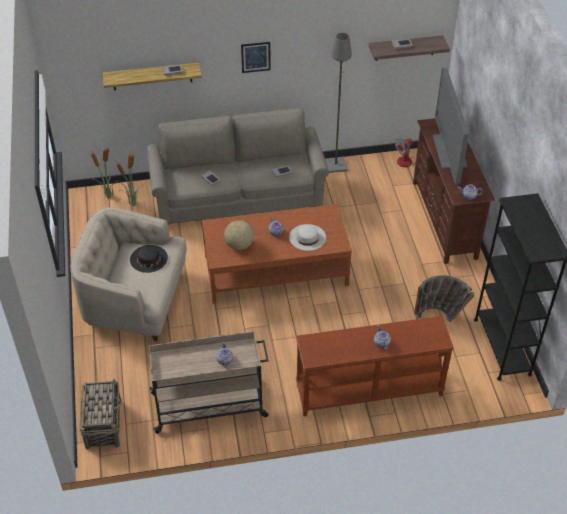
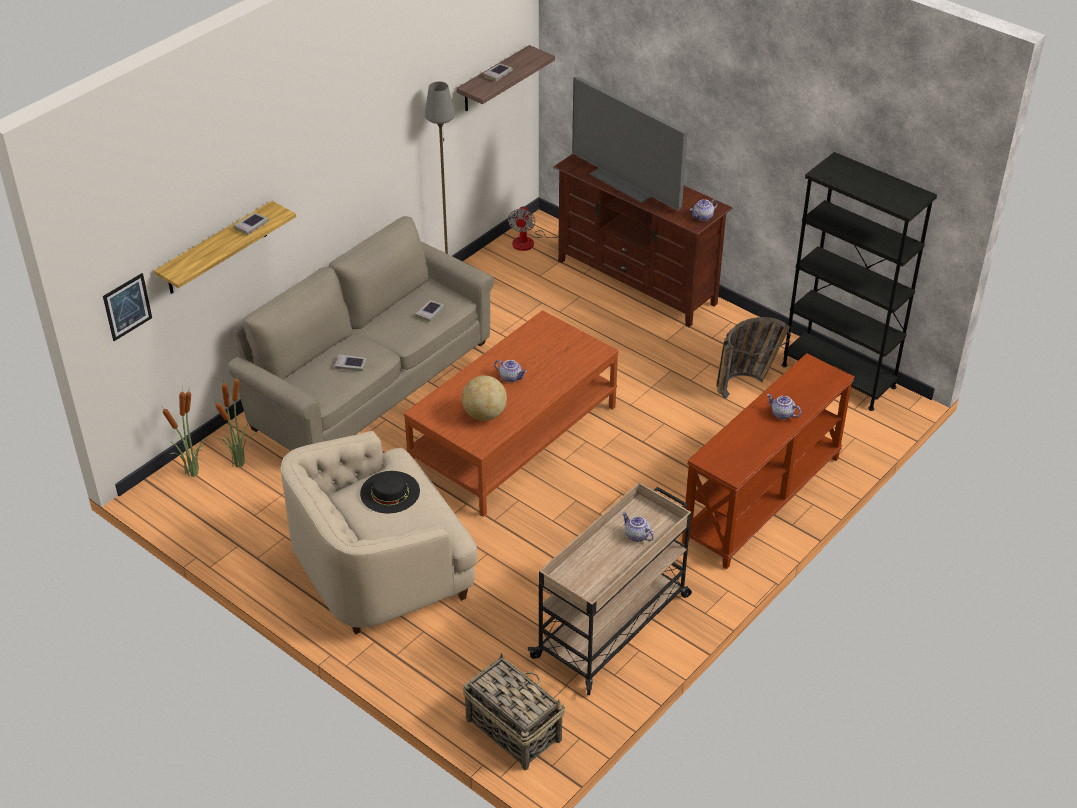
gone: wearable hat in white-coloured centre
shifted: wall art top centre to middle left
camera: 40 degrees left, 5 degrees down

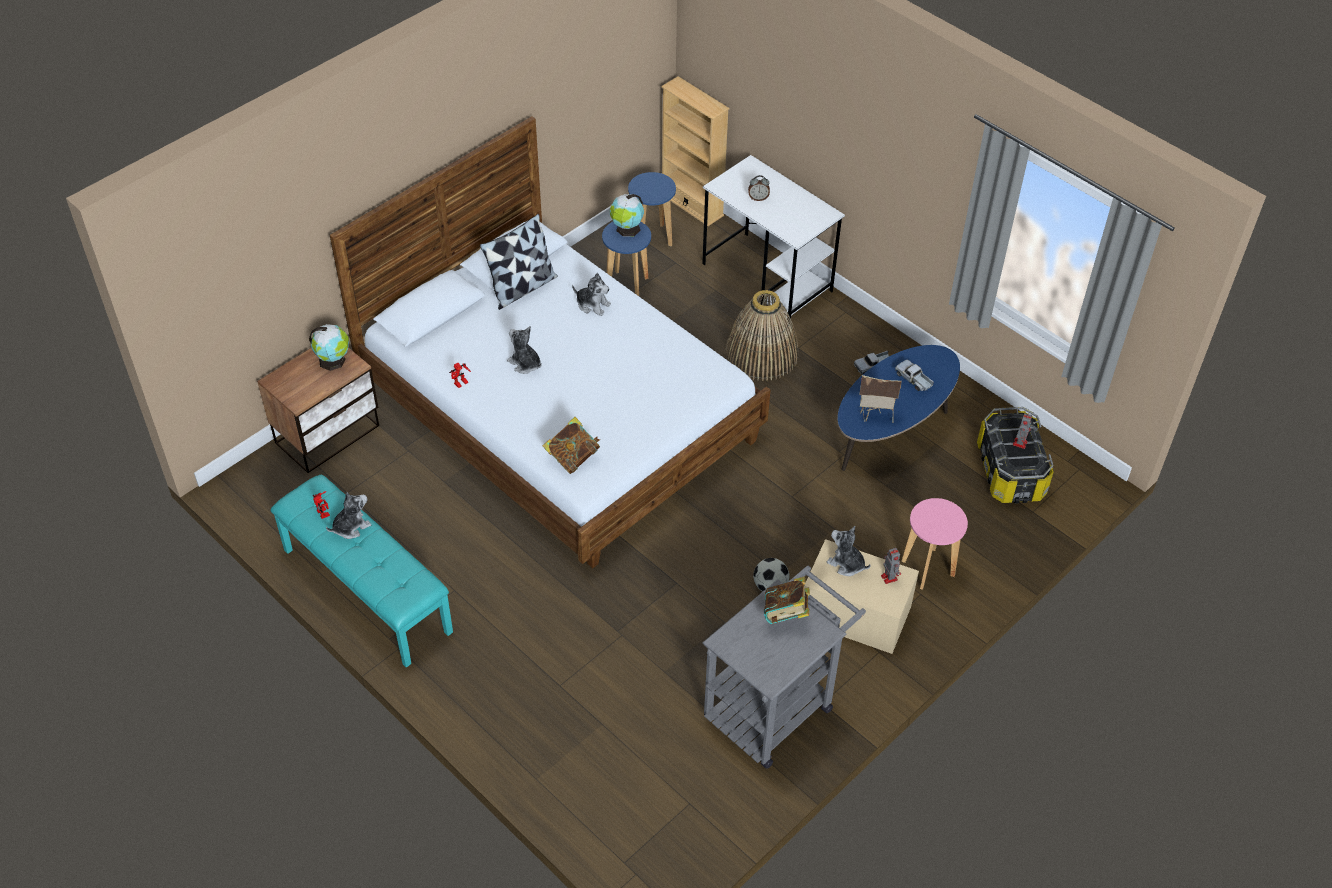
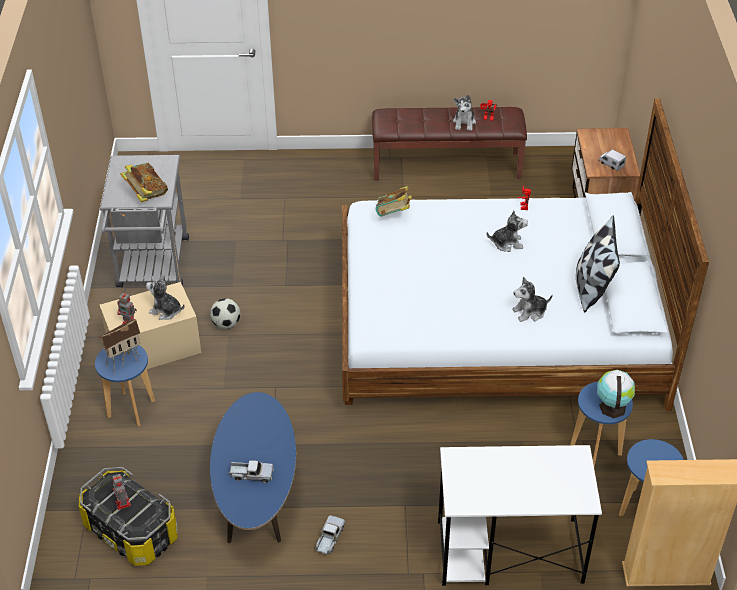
gone: household basket centre; table clock top centre
shifted: toy house centre to middle left
swapped: desk globe (no. 1 from left) middle left to toy truck (no. 3 from left) top right
repainted: bench in blue-green middle left to bench in brownish top centre; sitting stool in pink middle right to sitting stool in blue-coloured (no. 1 from left) middle left
rotated: plush toy (no. 4 from left in the first image) centre = middle left 150 degrees counterclockwise
camera: 135 degrees right, 5 degrees down

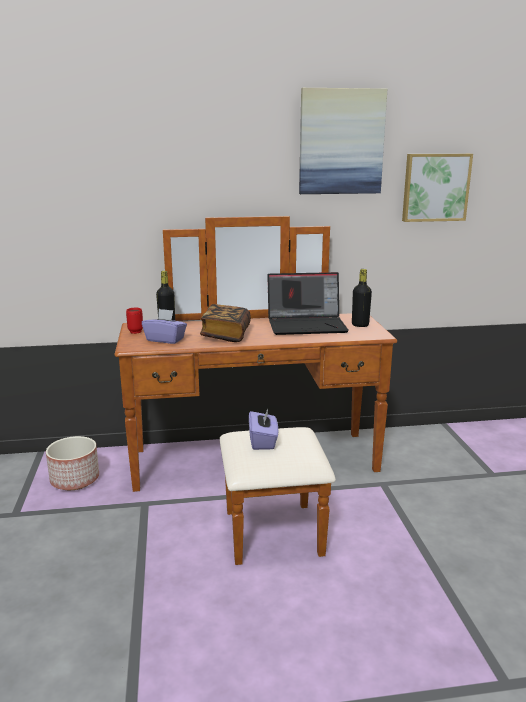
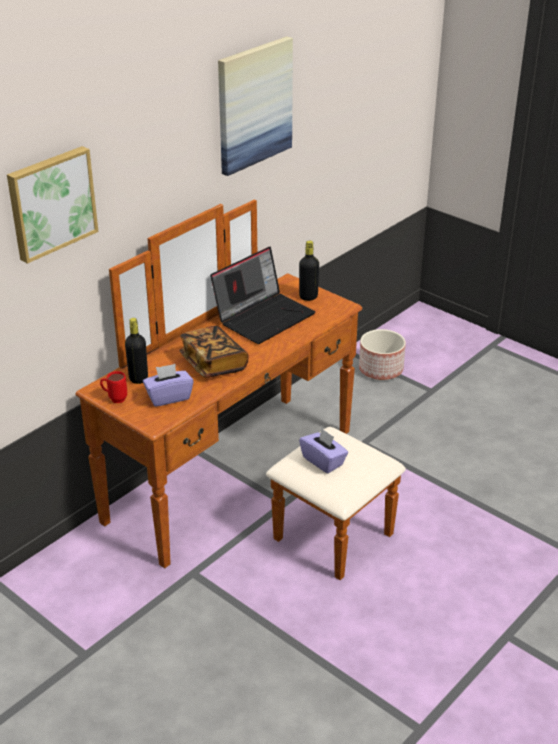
shifted: flower pot middle left to middle right; wall art (no. 2 from left in the first image) top right to wall art (no. 1 from left) top left
camera: 40 degrees left, 15 degrees up

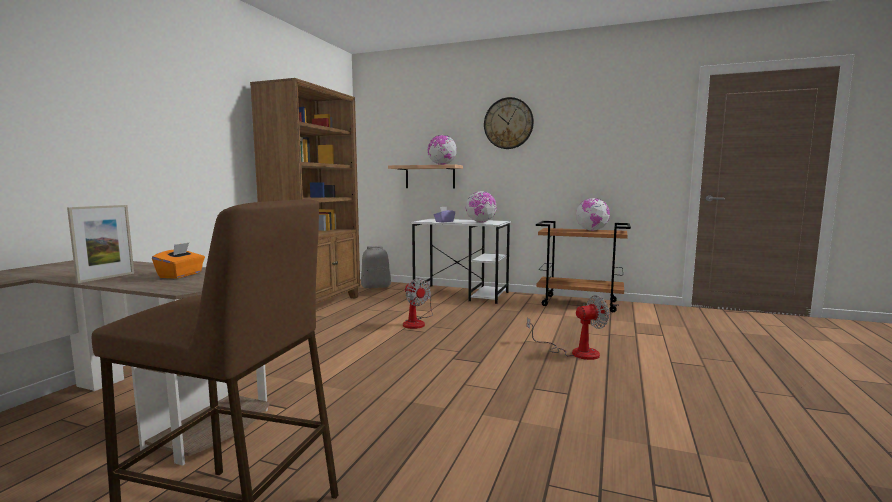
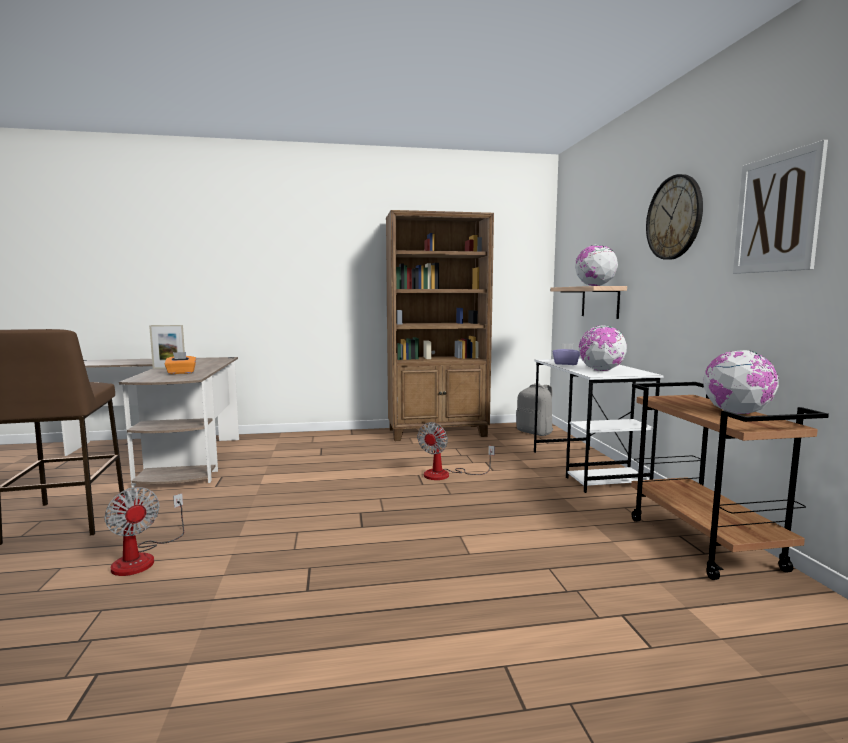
new: wall art top right
shifted: electric fan (no. 2 from left in the first image) centre to electric fan (no. 1 from left) bottom left
camera: 60 degrees right, 0 degrees up

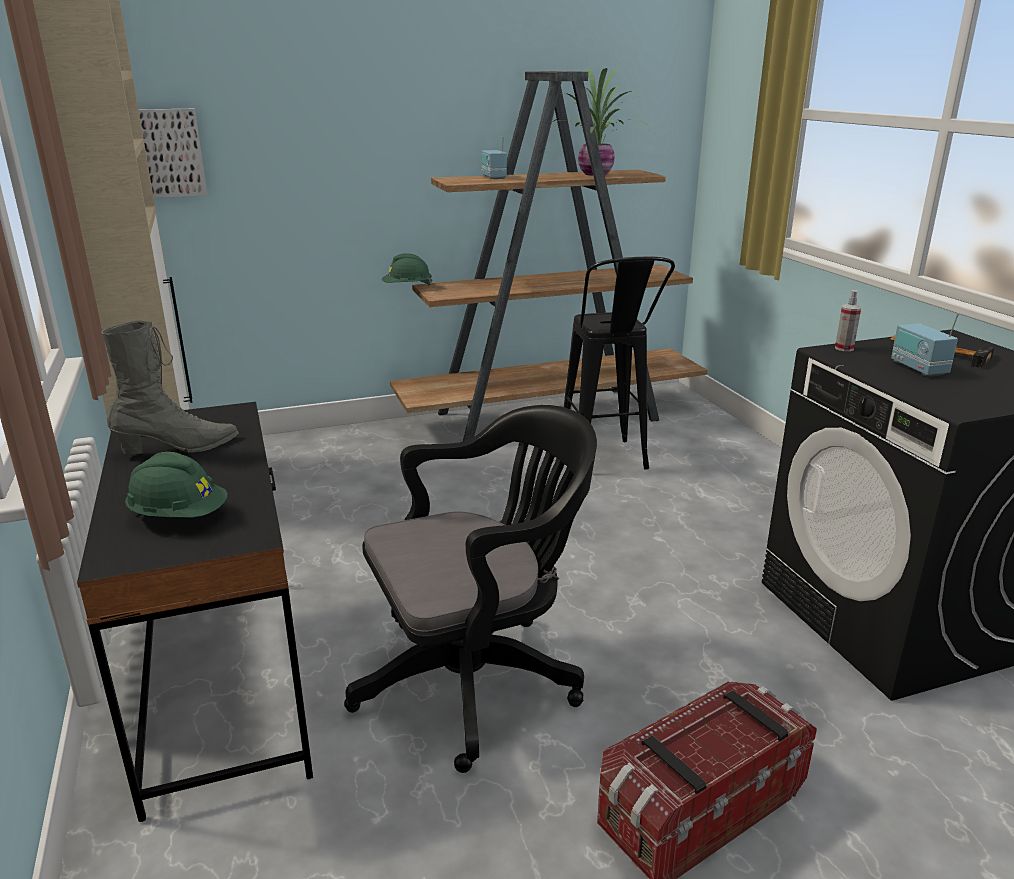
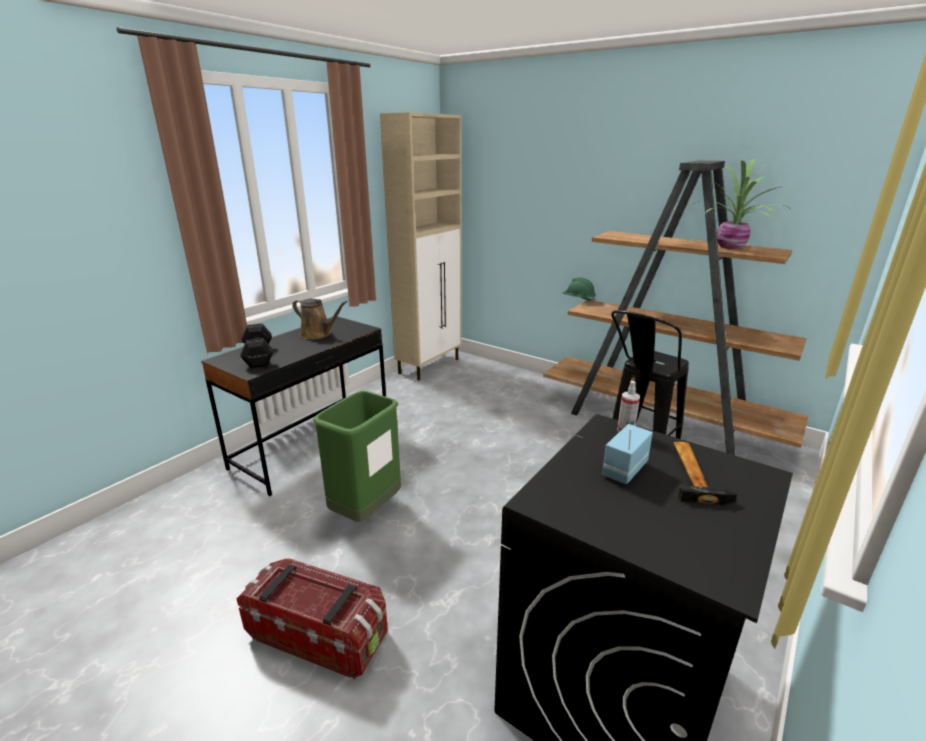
gone: wall art top left; radio receiver (no. 1 from left) top centre
swapped: tall boot in gray middle left to sprinkling can in brownish centre; hard hat in greenish (no. 1 from left) middle left to free weight in black middle left; desk chair in black bottom centre to trash can in greenish centre
camera: 55 degrees right, 0 degrees up

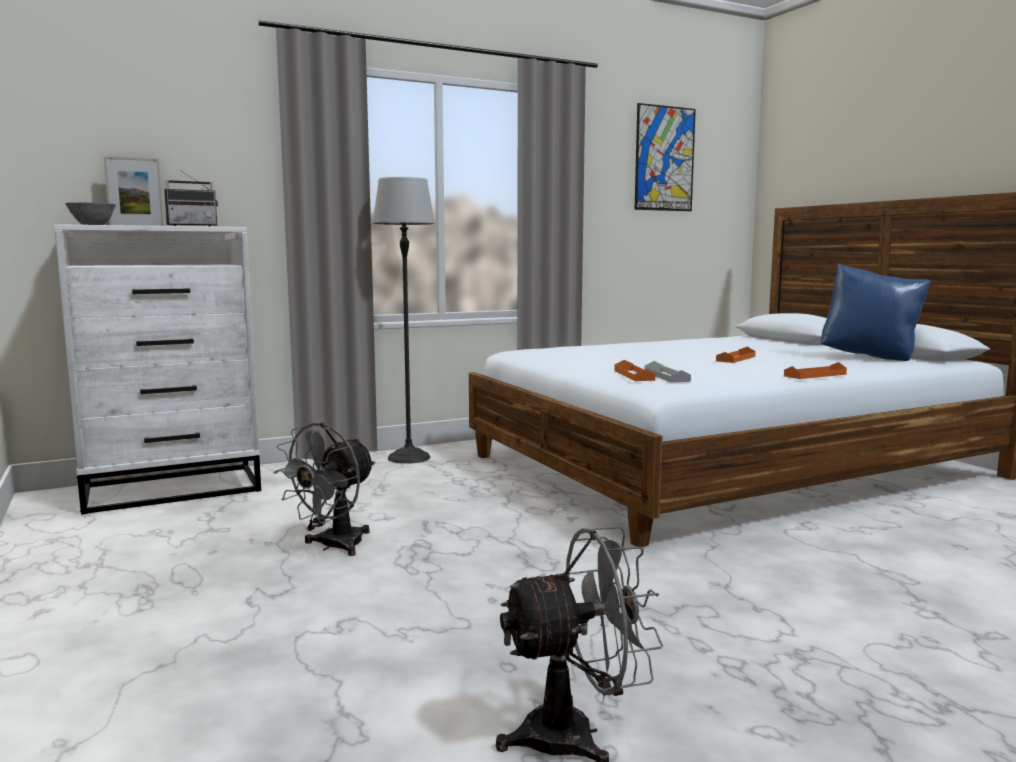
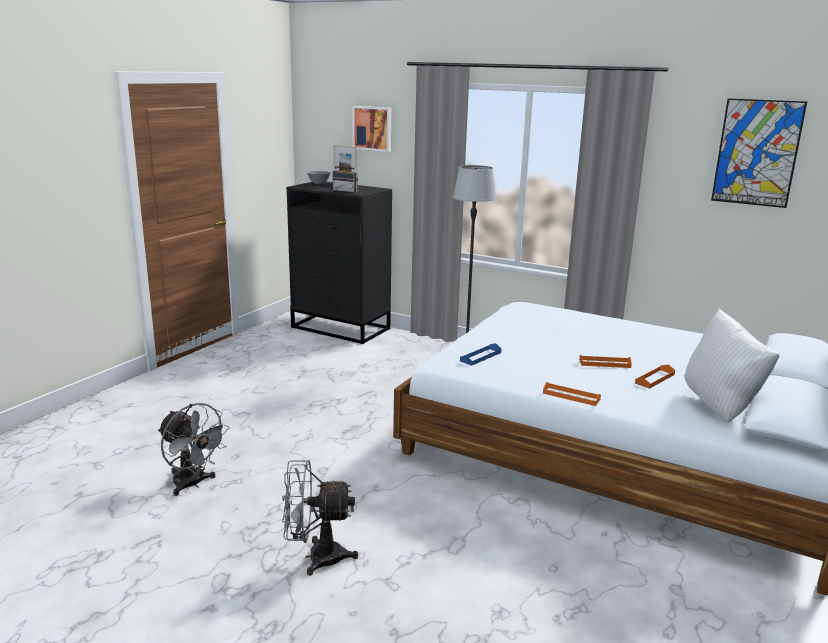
new: wall art (no. 1 from left) top centre
shifted: electric fan in gray (no. 1 from left in the first image) middle left to electric fan in gray (no. 2 from left) bottom centre; serving tray in orange-coloured (no. 1 from left in the first image) centre to serving tray in orange-coloured (no. 3 from left) middle right
repainted: drawer chest in white-coloured middle left to drawer chest in black centre; serving tray in gray centre to serving tray in blue-coloured centre; pillow in blue-coloured middle right to pillow in white-coloured middle right
camera: 55 degrees right, 10 degrees up

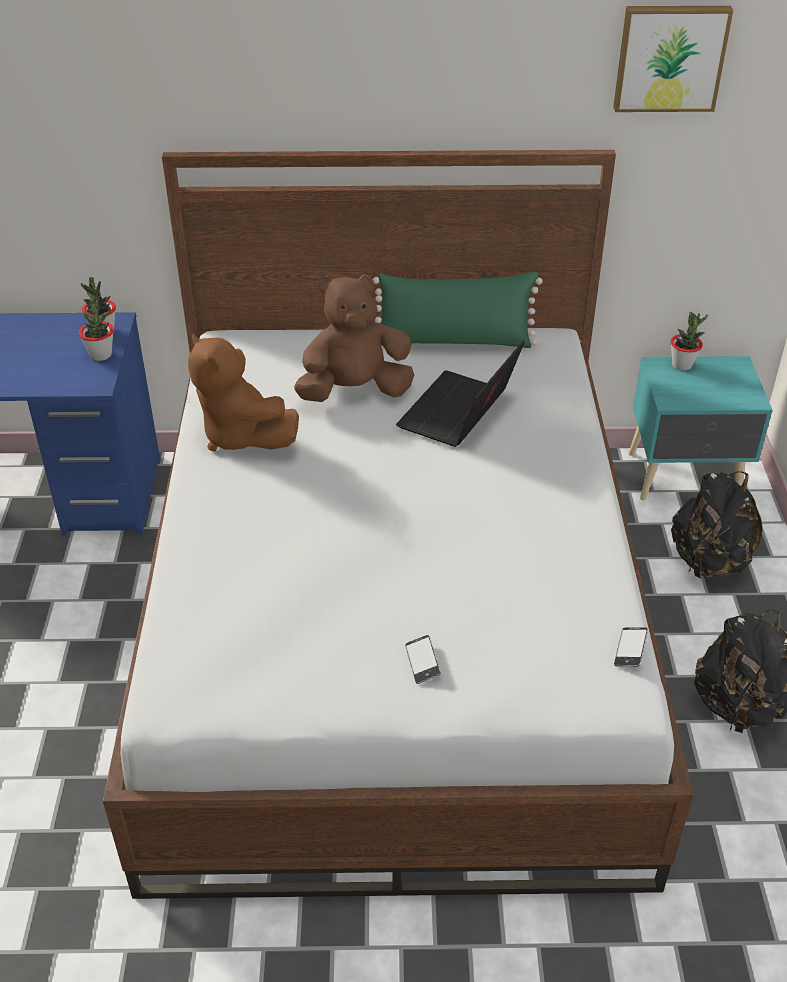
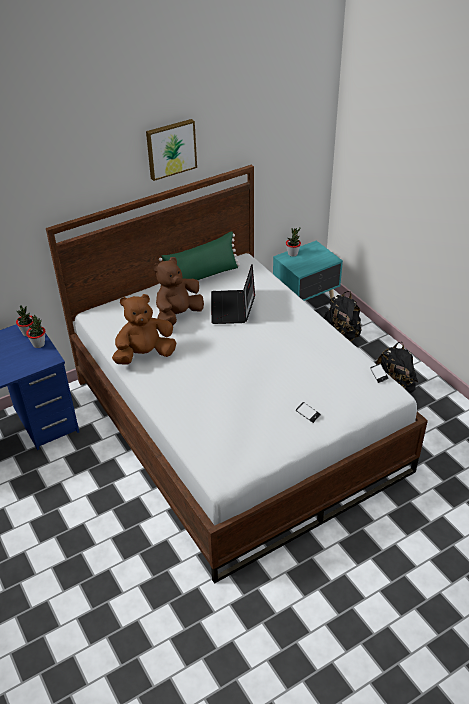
shifted: wall art top right to top centre
rotated: plush toy in brownish (no. 1 from left) middle left = middle left 135 degrees clockwise
camera: 30 degrees left, 0 degrees up

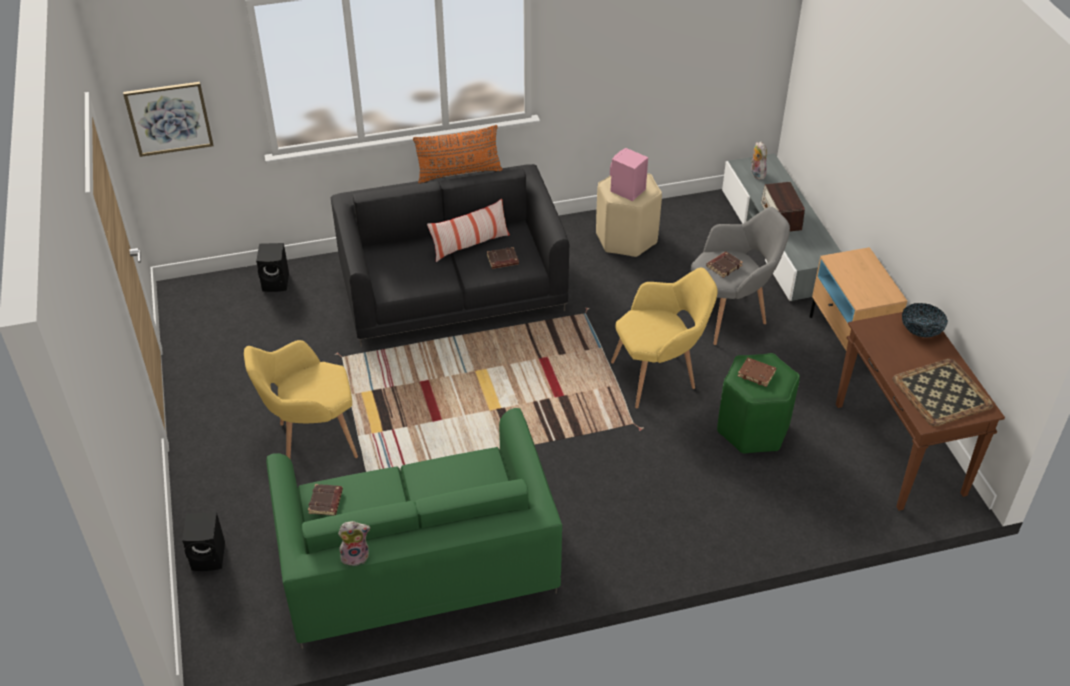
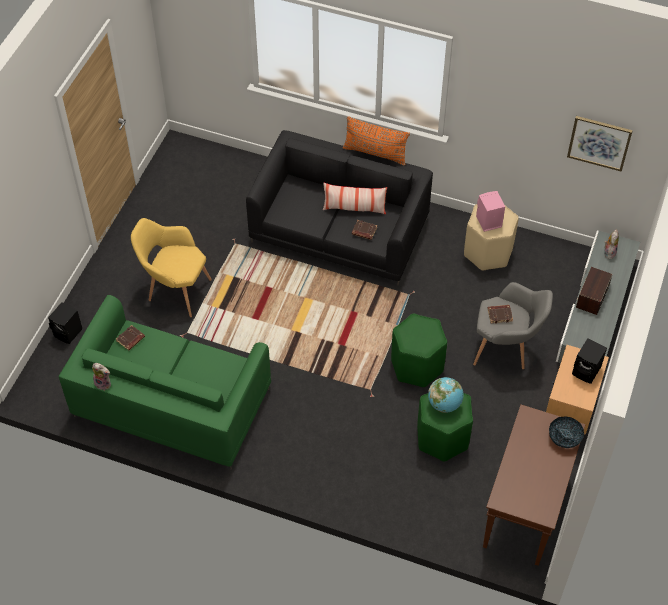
gone: serving tray middle right
shifted: wall art top left to top right; loudspeaker in black (no. 2 from left) middle left to middle right
swapped: easy chair in yellowish (no. 2 from left) centre to sitting stool in greenish (no. 1 from left) centre; book in brownish (no. 4 from left) middle right to desk globe centre
camera: 35 degrees right, 10 degrees up

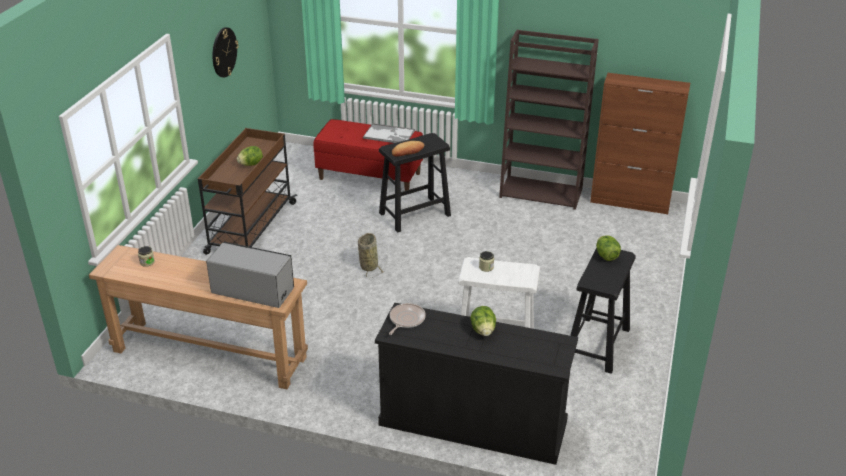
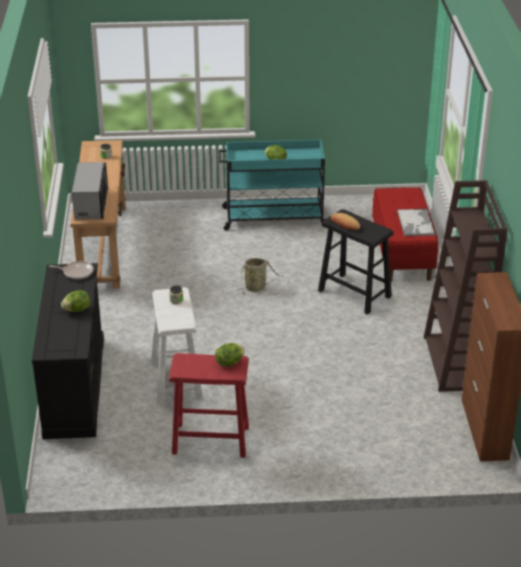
gone: wall clock top left
repainted: wheeled cart in brownish middle left to wheeled cart in blue-green top centre; sitting stool in black (no. 2 from left) middle right to sitting stool in reddish bottom centre
camera: 70 degrees right, 0 degrees up

